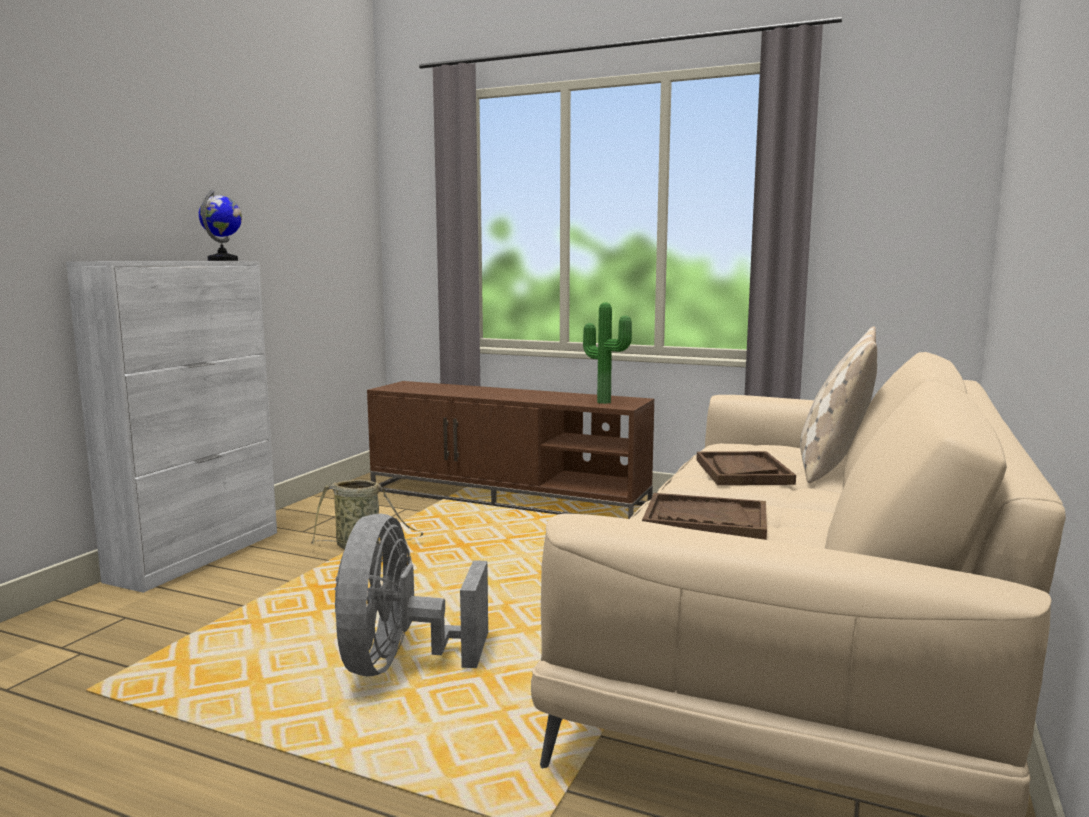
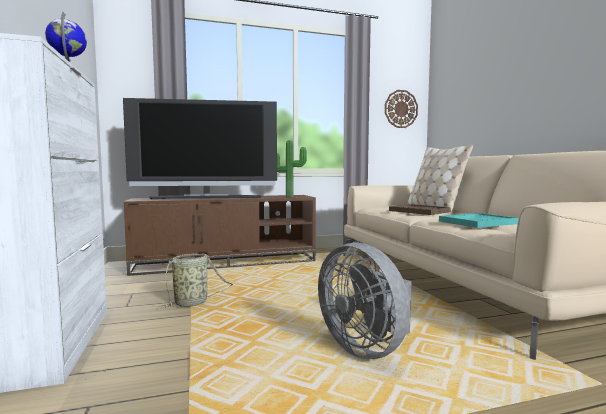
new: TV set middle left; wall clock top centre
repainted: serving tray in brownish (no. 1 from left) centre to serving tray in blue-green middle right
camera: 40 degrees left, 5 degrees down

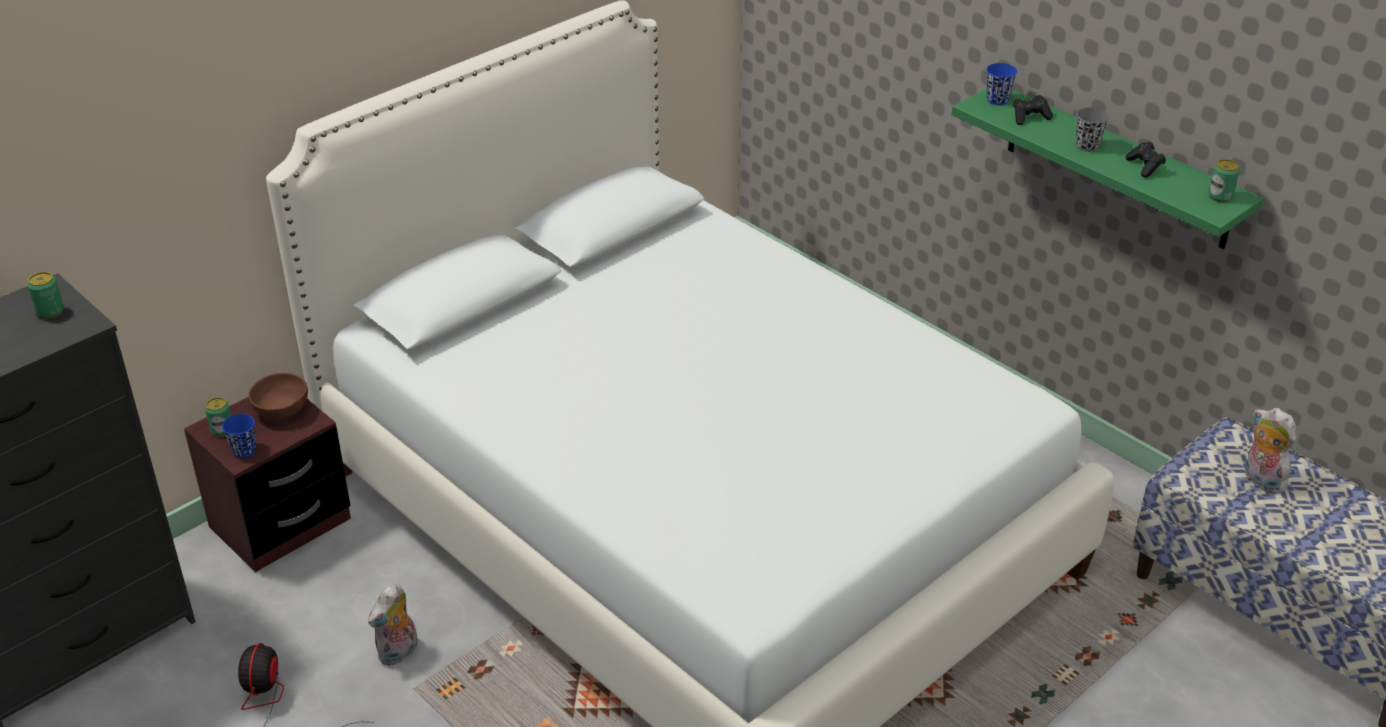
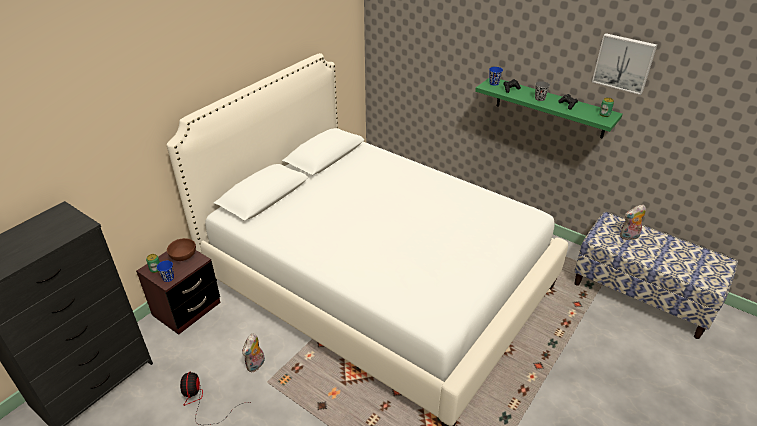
gone: can (no. 1 from left) middle left
new: wall art top right
rotated: plush toy (no. 2 from left) middle right = middle right 60 degrees counterclockwise
camera: 10 degrees left, 0 degrees up

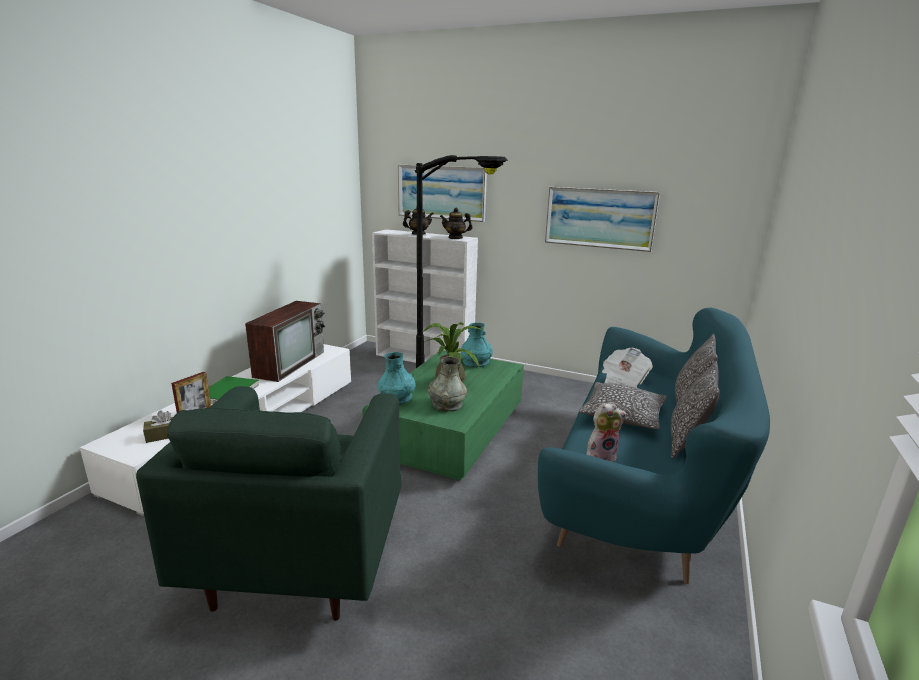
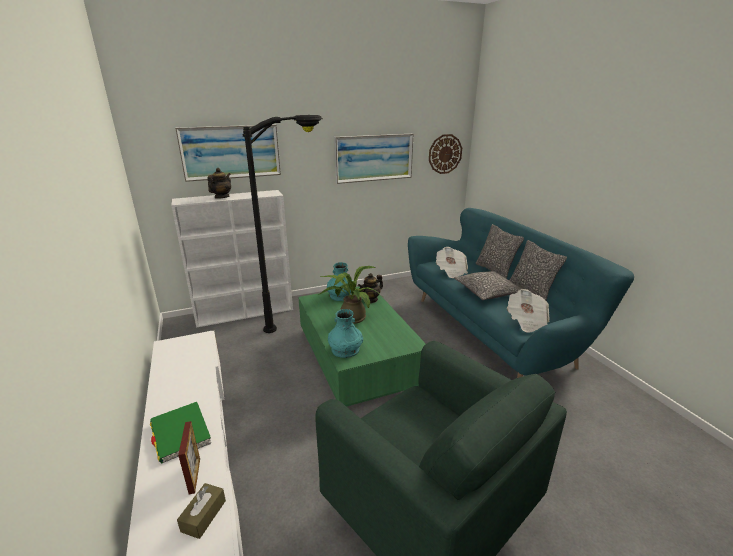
gone: TV set middle left; decorative vase in gray centre
new: wall clock top centre
shifted: tea pot (no. 2 from left) top centre to centre
swapped: plush toy centre to daily paper (no. 2 from left) middle right
camera: 45 degrees left, 5 degrees up

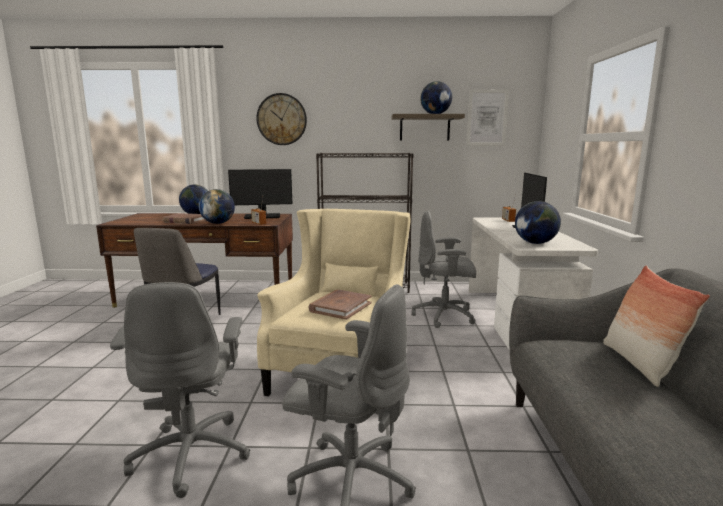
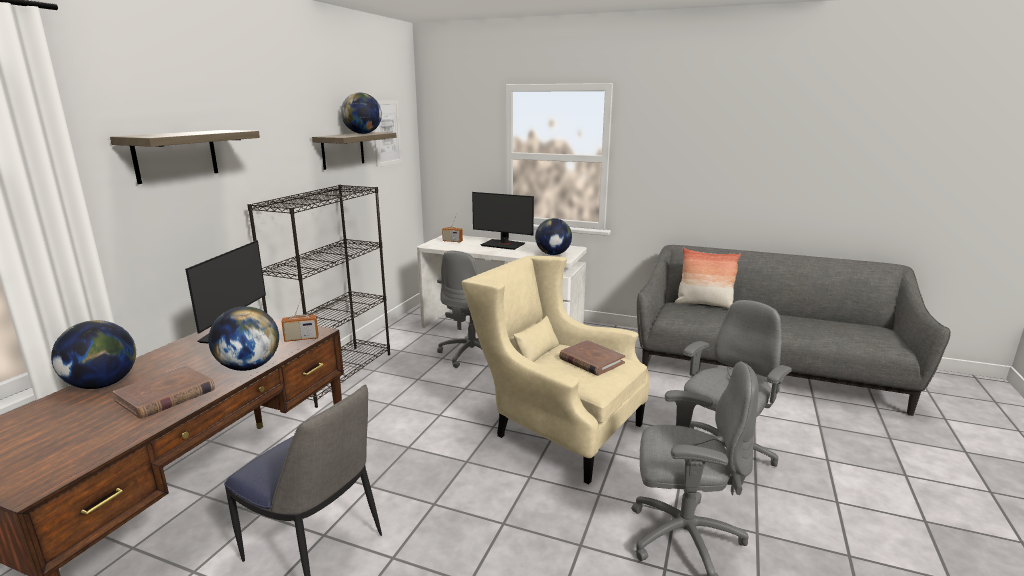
swapped: wall clock top centre to wall shelf (no. 1 from left) top left
camera: 70 degrees left, 5 degrees up

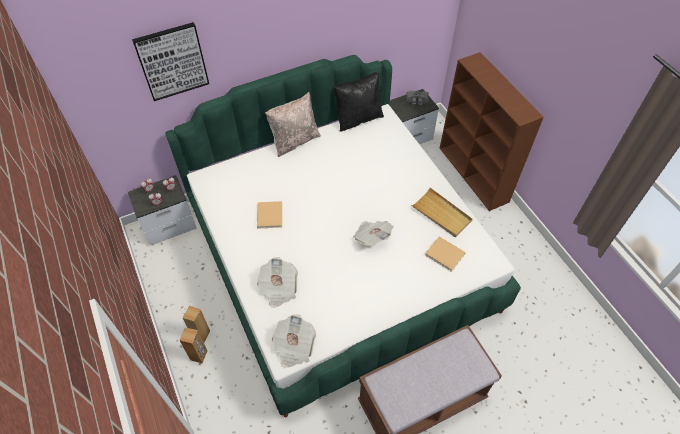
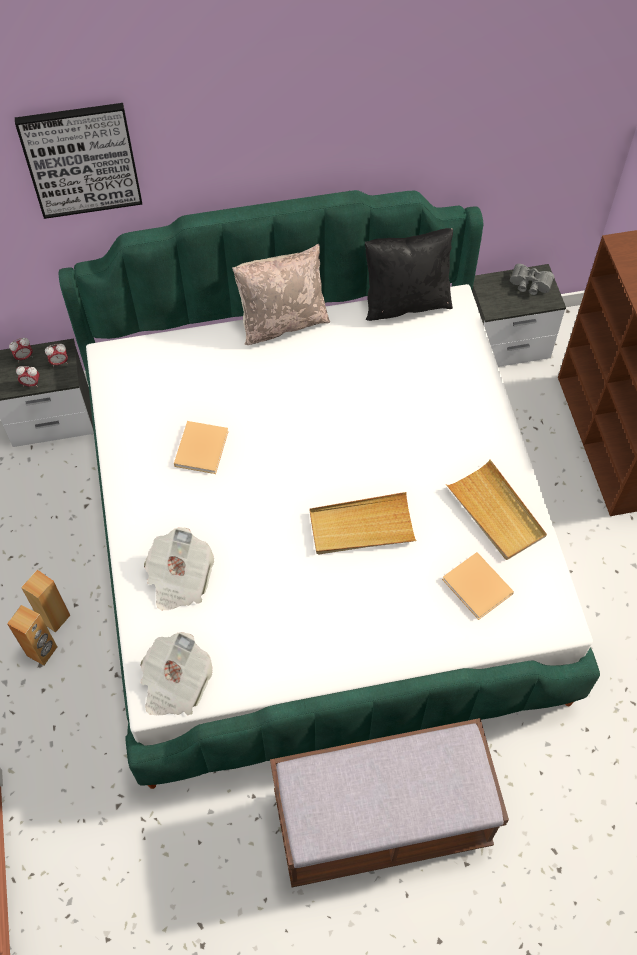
swapped: daily paper (no. 3 from left) centre to serving tray in beige-coloured (no. 1 from left) centre
camera: 15 degrees right, 5 degrees up

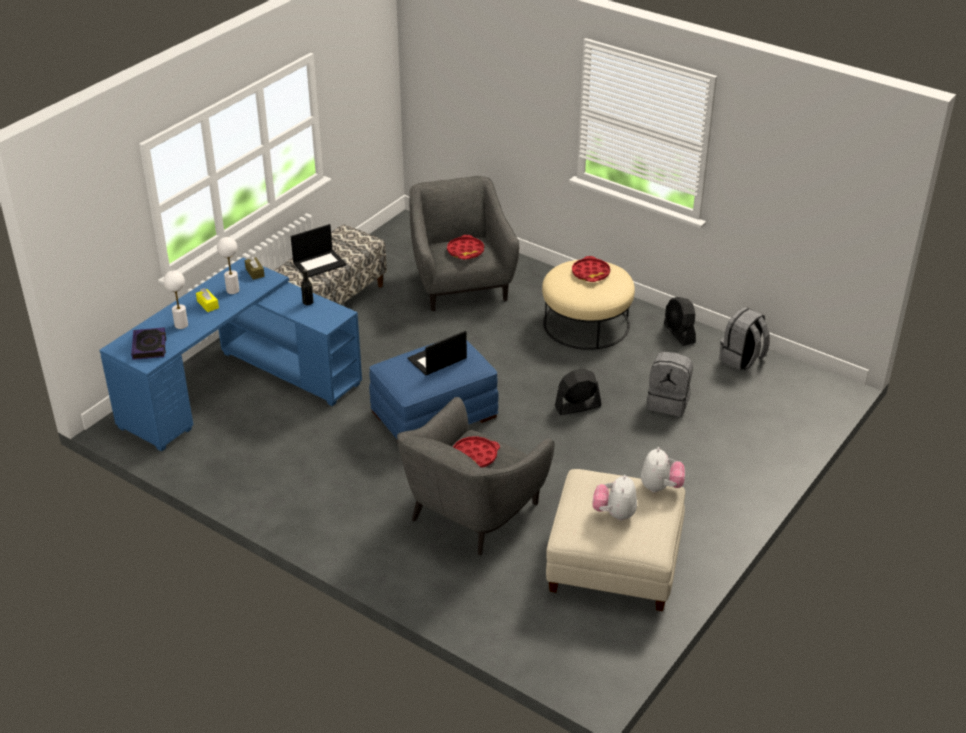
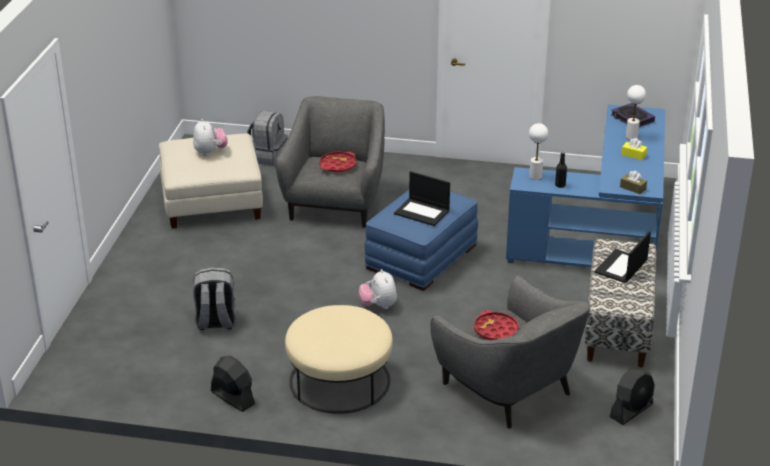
gone: serving tray in reddish (no. 3 from left) centre
shifted: table lamp in white-coloured (no. 2 from left in the first image) middle left to table lamp in white-coloured (no. 1 from left) top right; electric fan in black (no. 1 from left in the first image) centre to electric fan in black (no. 2 from left) bottom right; plush toy (no. 2 from left) middle right to centre; backpack in gray (no. 2 from left) middle right to top centre
rotated: portable computer (no. 2 from left in the first image) centre = centre 90 degrees clockwise
camera: 155 degrees right, 5 degrees down

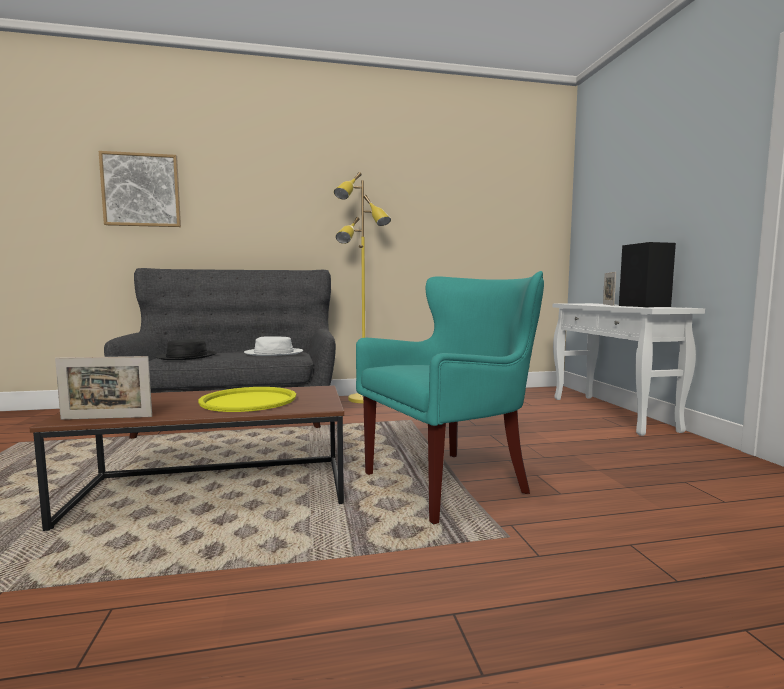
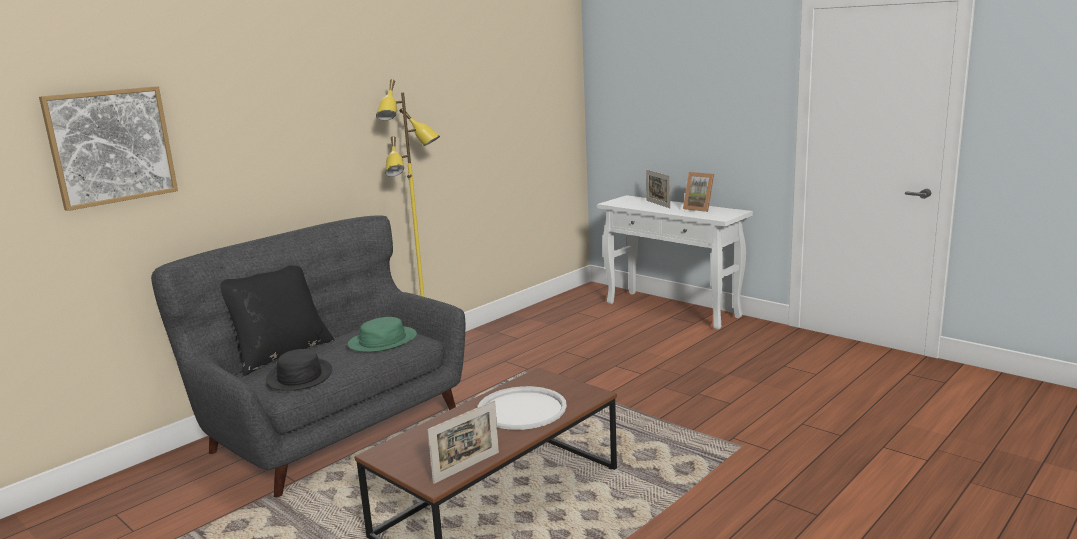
gone: easy chair in blue-green centre
new: pillow in black middle left
swapped: loudspeaker in black middle right to photo frame (no. 3 from left) centre
repainted: serving tray in yellowish middle left to serving tray in white-coloured bottom centre; wearable hat in white-coloured centre to wearable hat in greenish centre
camera: 35 degrees left, 10 degrees up

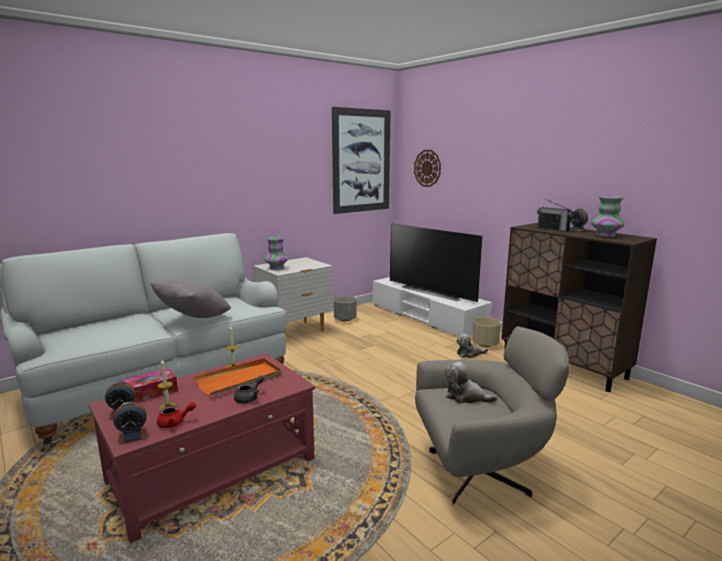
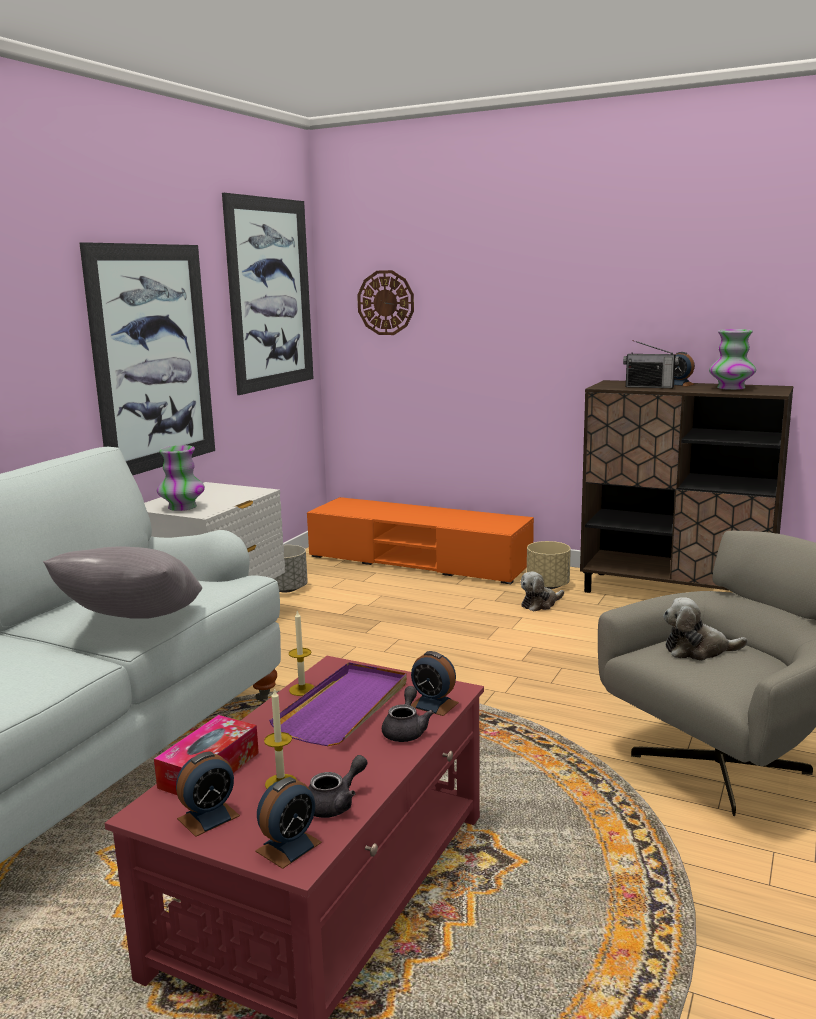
gone: TV set centre
new: wall art (no. 1 from left) middle left; table clock (no. 3 from left) bottom centre
repainted: tea pot in reddish bottom left to tea pot in gray (no. 1 from left) bottom centre; serving tray in orange-coloured bottom left to serving tray in purple bottom centre; tv unit in white-coloured centre to tv unit in orange-coloured centre
camera: 25 degrees left, 0 degrees up

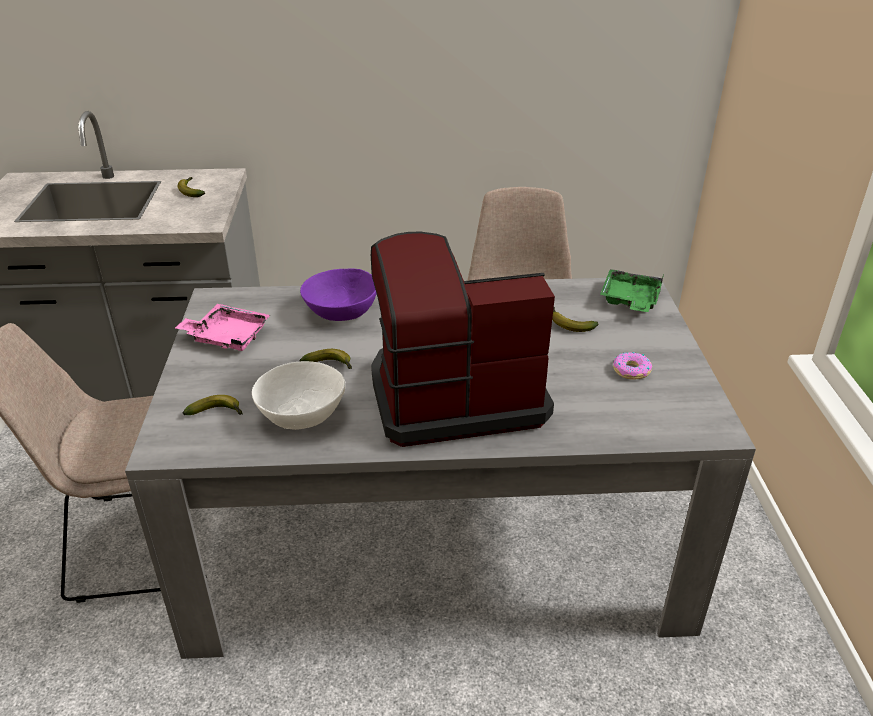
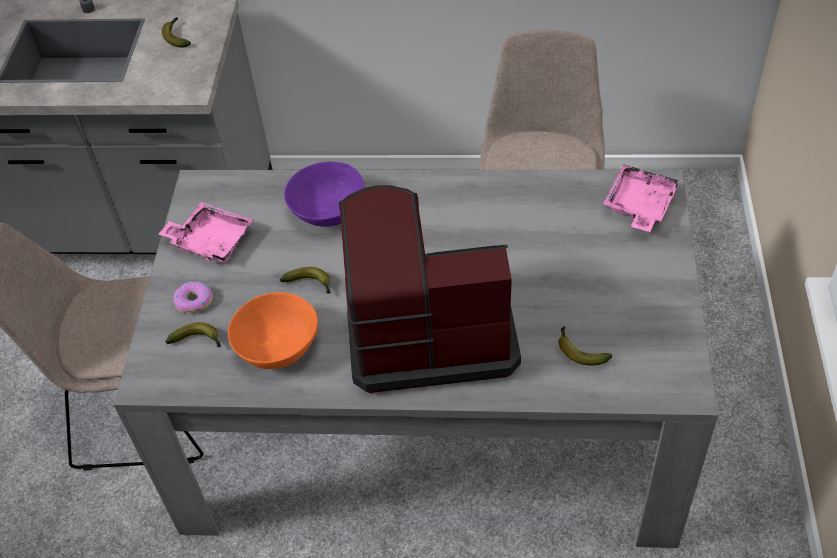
shifted: banana (no. 4 from left) centre to middle right; doughnut middle right to middle left
repainted: serving bowl in white-coloured centre to serving bowl in orange-coloured middle left; serving tray in greenish middle right to serving tray in pink (no. 2 from left) middle right
camera: 10 degrees right, 15 degrees up

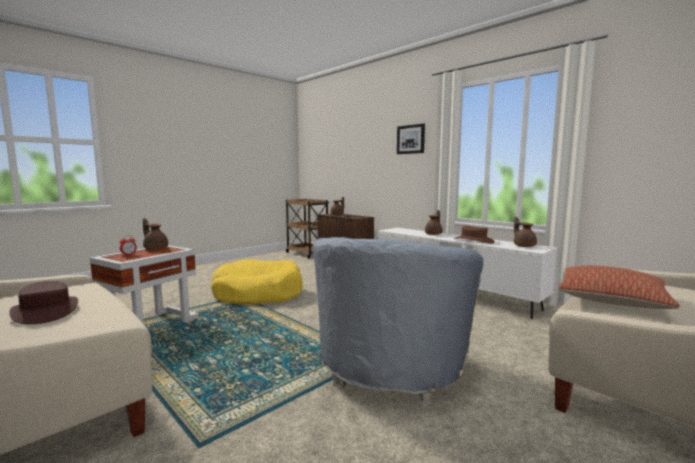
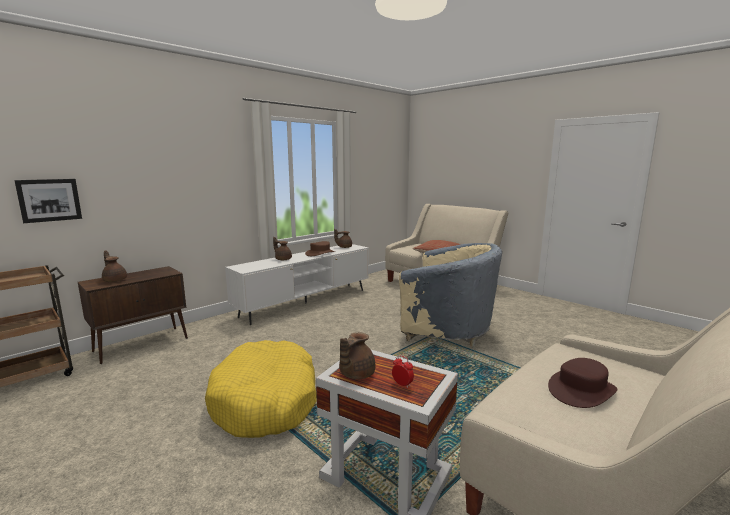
shifted: wall art top centre to middle left
camera: 90 degrees left, 5 degrees up

